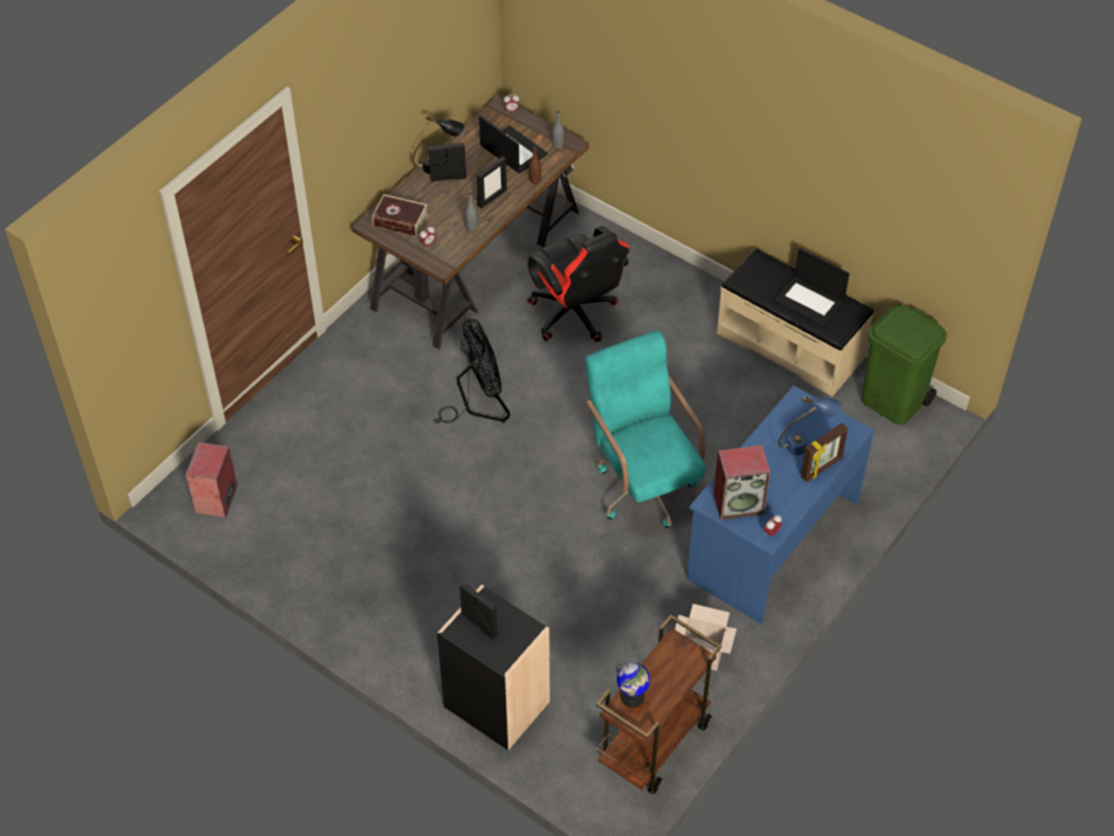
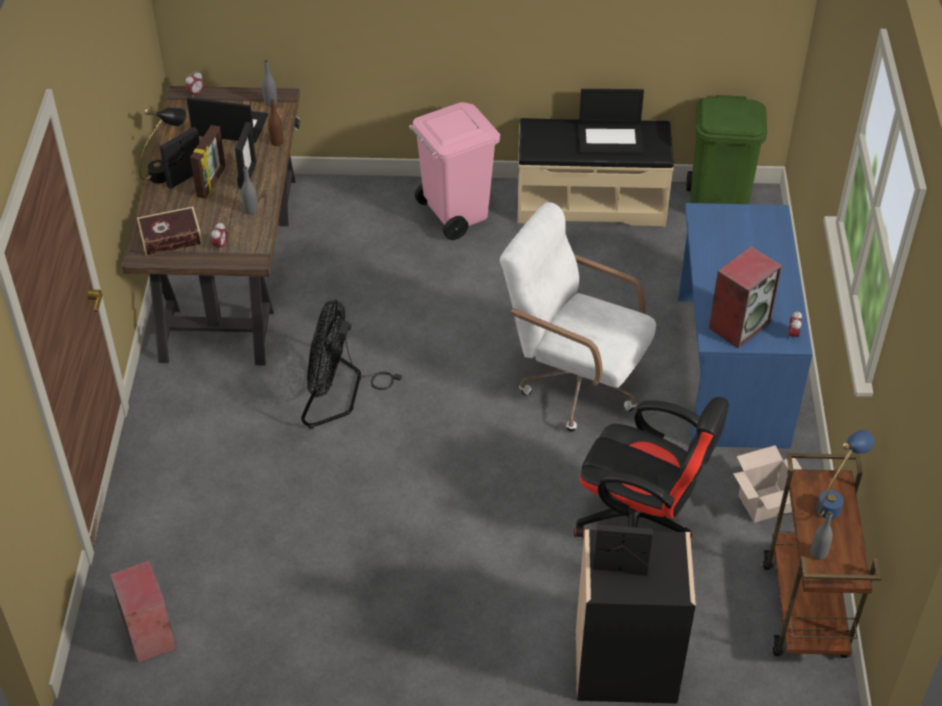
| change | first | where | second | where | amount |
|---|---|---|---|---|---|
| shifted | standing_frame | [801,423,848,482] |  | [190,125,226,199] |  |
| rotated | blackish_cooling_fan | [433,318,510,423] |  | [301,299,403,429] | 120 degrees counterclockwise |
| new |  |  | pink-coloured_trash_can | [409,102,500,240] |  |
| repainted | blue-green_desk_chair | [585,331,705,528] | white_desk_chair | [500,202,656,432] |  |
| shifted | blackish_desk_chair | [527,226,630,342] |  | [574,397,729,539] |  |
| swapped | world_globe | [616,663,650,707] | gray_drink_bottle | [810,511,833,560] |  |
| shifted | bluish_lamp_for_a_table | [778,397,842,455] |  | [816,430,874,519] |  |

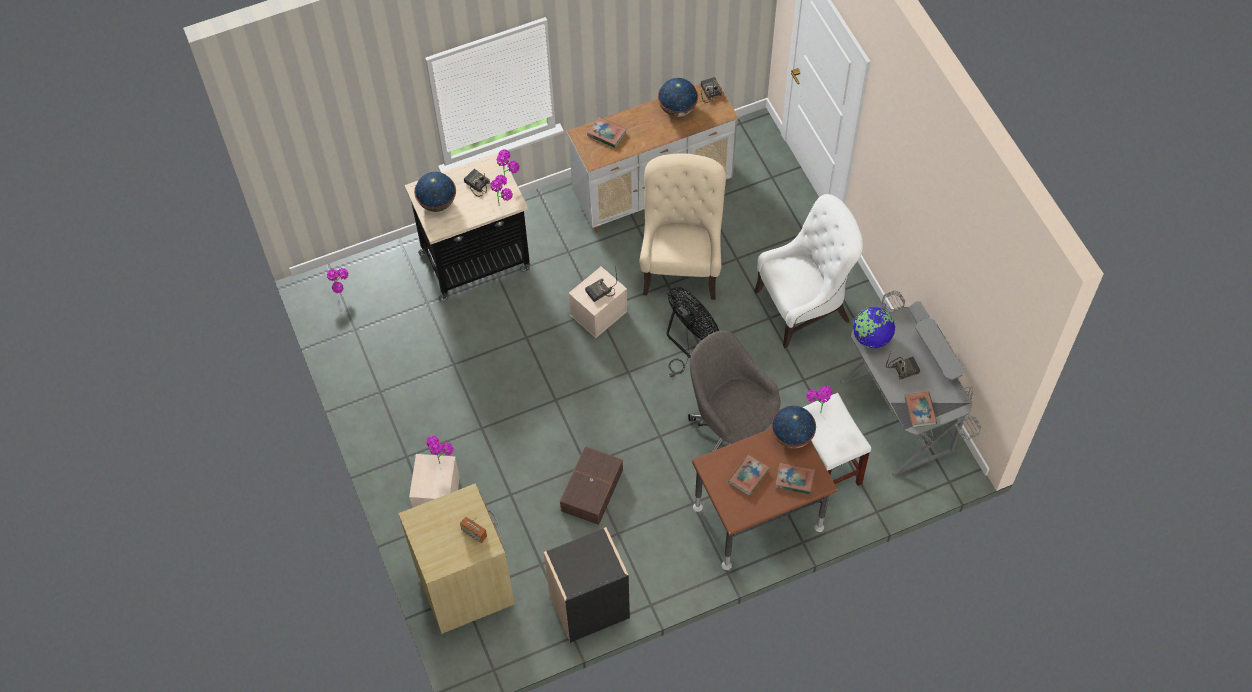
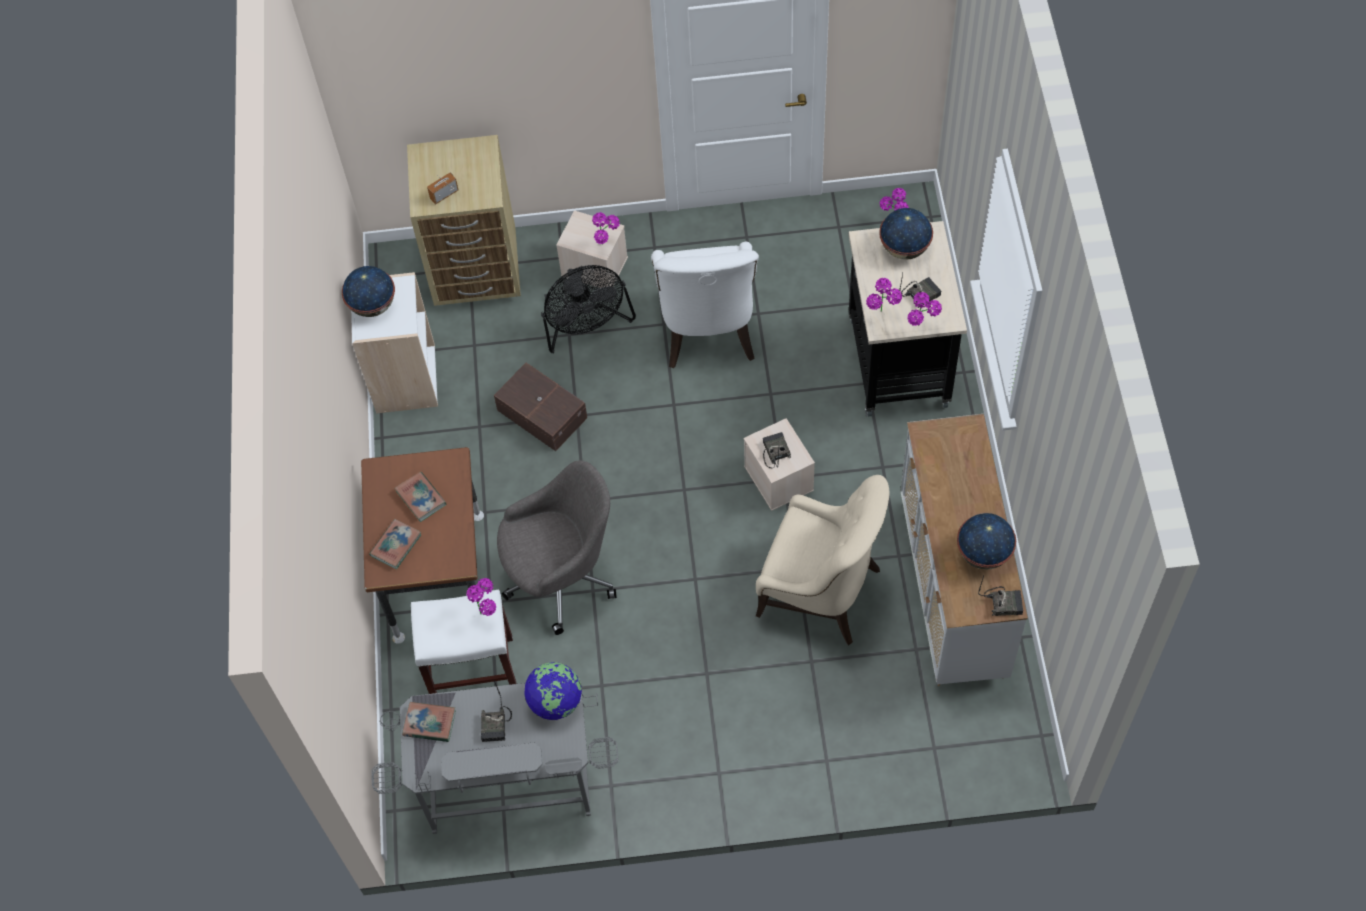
| change | first | where | second | where | amount |
|---|---|---|---|---|---|
| shifted | world_globe | [771,406,816,448] |  | [342,266,395,317] |  |
| repainted | blackish_shelving_unit | [544,527,630,643] | white_shelving_unit | [351,272,438,414] |  |
| shifted | blackish_cooling_fan | [666,287,719,377] |  | [541,265,636,353] |  |
| shifted | white_upright_chair | [754,194,863,349] |  | [651,242,759,368] |  |
| gone | volume | [587,117,626,148] |  |  |  |

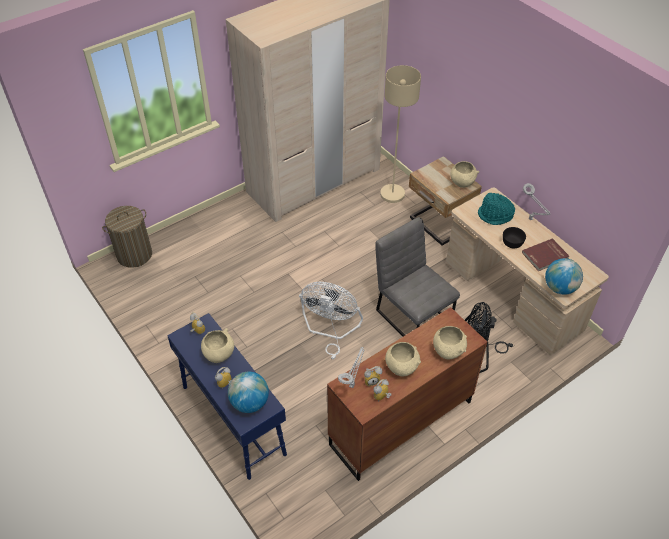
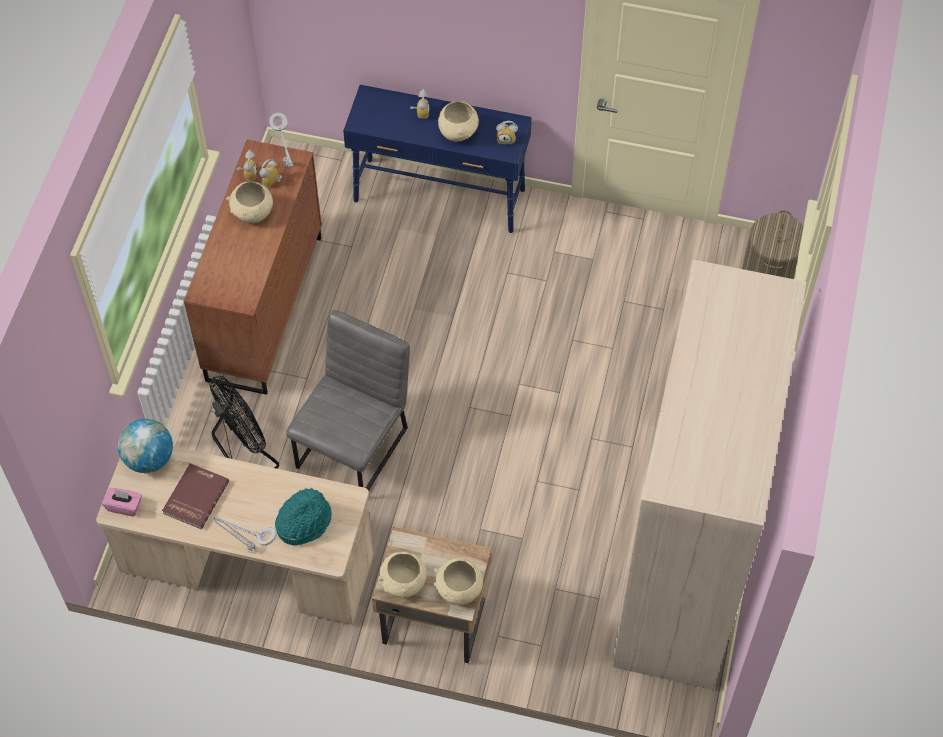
| change | first | where | second | where | amount |
|---|---|---|---|---|---|
| new |  |  | pink-coloured_box_of_tissues | [102,488,142,517] |  |
| rotated | gray_upright_chair | [375,217,460,336] |  | [286,310,410,491] | 75 degrees counterclockwise |
| shifted | sand-coloured_bowl | [433,326,467,359] |  | [434,558,483,605] |  |
| gone | world_globe | [228,372,269,413] |  |  |  |
| gone | white_cooling_fan | [299,282,363,359] |  |  |  |
| gone | sand-coloured_floor_lamp | [380,65,421,203] |  |  |  |
| gone | blackish_bowl | [503,227,526,248] |  |  |  |

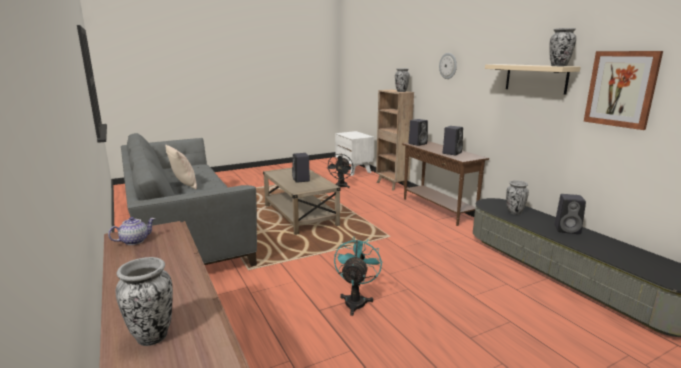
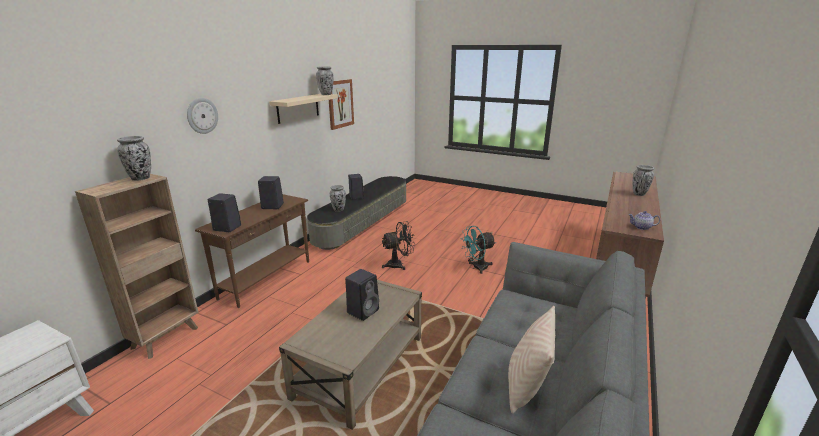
| change | first | where | second | where | amount |
|---|---|---|---|---|---|
| shifted | blackish_cooling_fan | [328,154,353,188] |  | [382,221,415,270] |  |

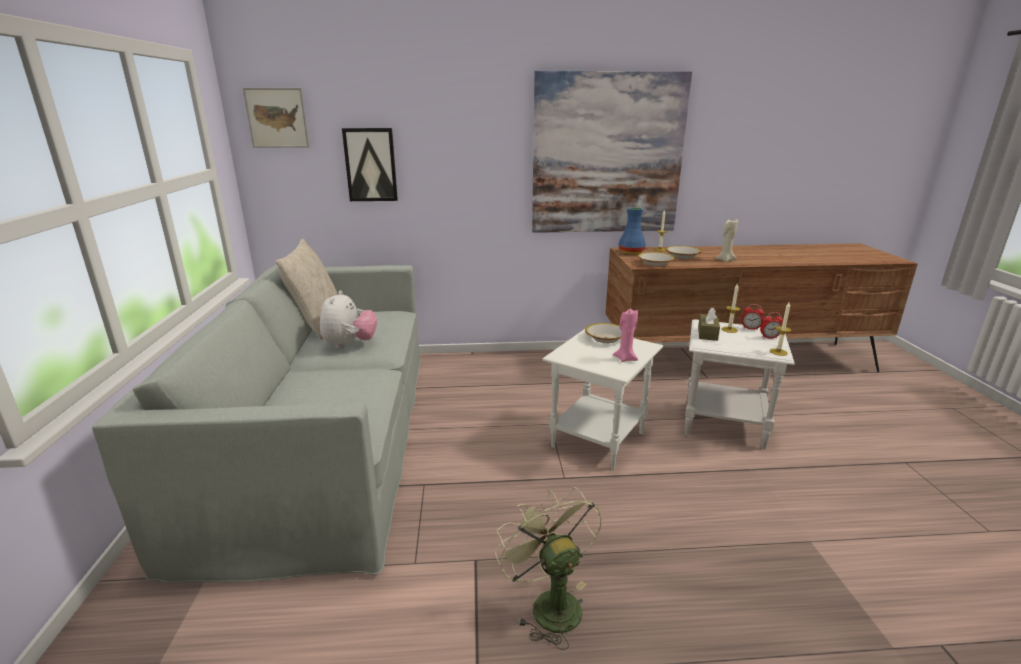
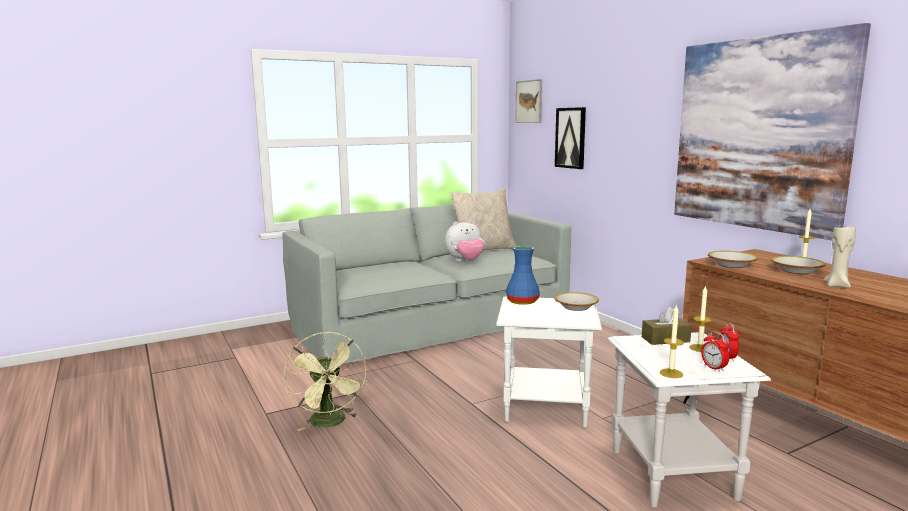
| change | first | where | second | where | amount |
|---|---|---|---|---|---|
| rotated | green_cooling_fan | [495,487,602,650] |  | [284,332,367,431] | 120 degrees clockwise |
| shifted | bluish_flower_vase | [618,207,646,254] |  | [506,246,540,305] |  |
| gone | pink-coloured_wax_light | [613,309,638,362] |  |  |  |

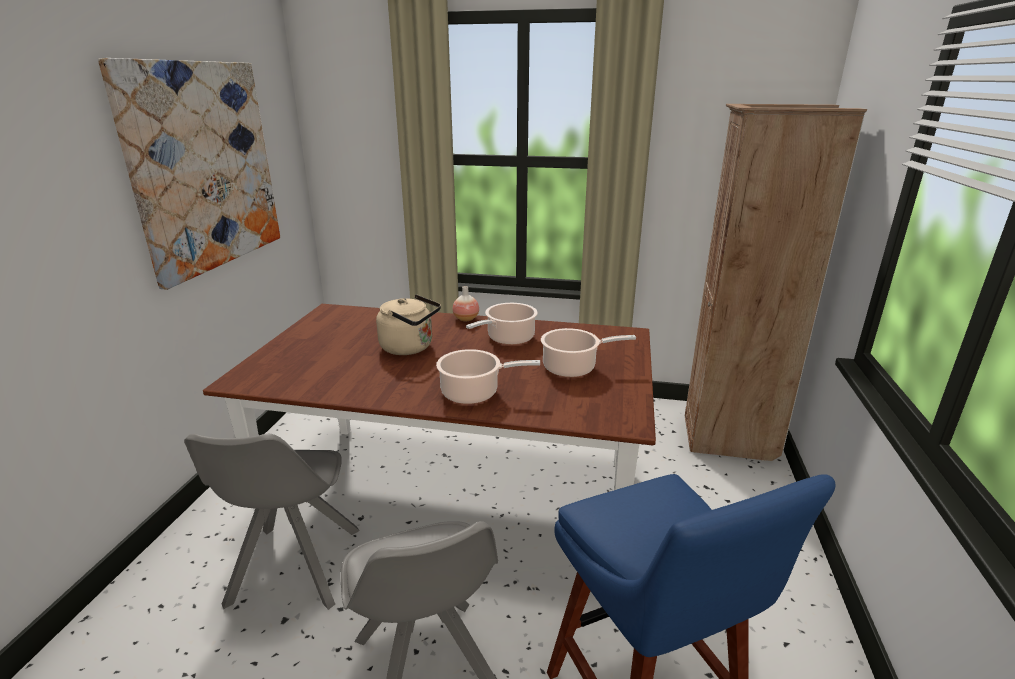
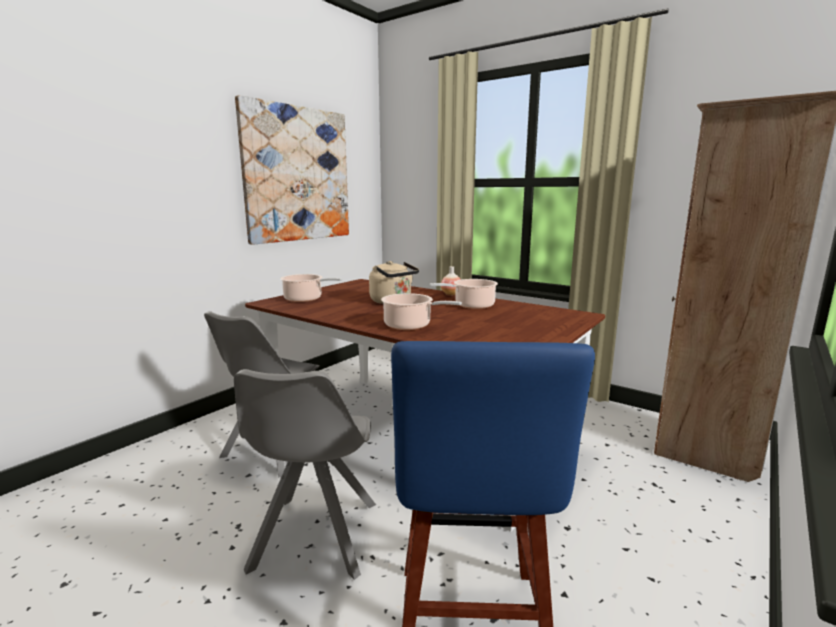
| change | first | where | second | where | amount |
|---|---|---|---|---|---|
| shifted | saucepot | [541,328,636,377] |  | [280,274,342,302] |  |

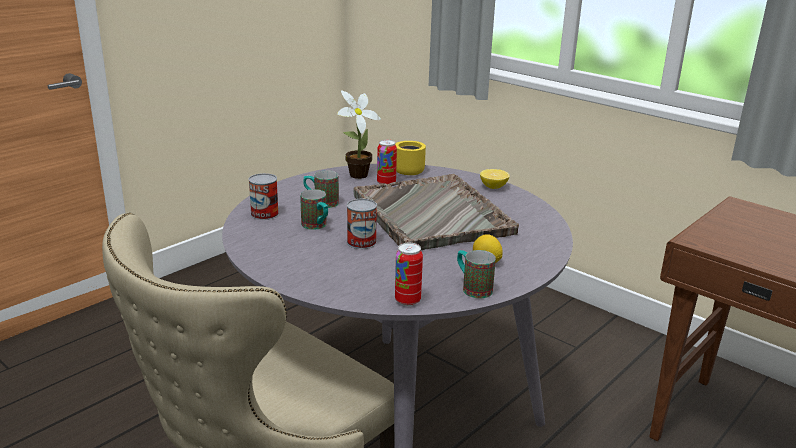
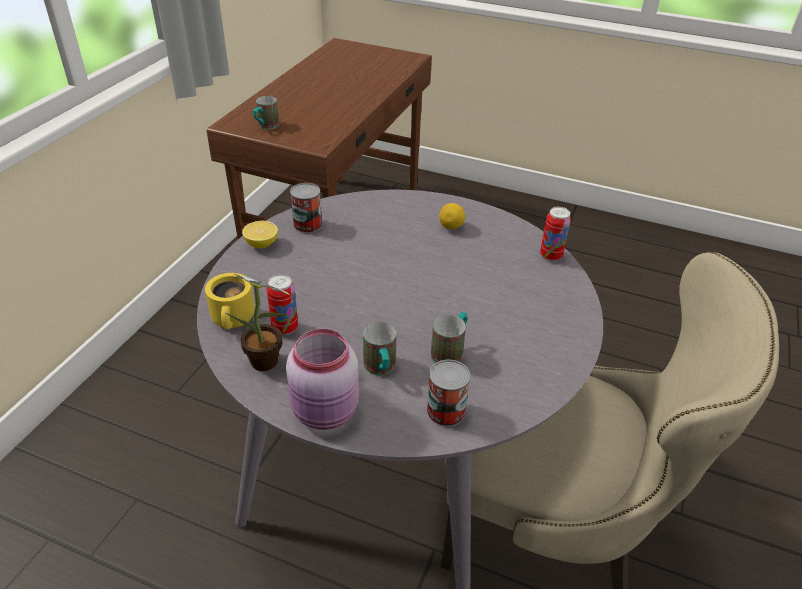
| change | first | where | second | where | amount |
|---|---|---|---|---|---|
| shifted | mug | [457,250,496,298] |  | [253,96,279,129] |  |
| new |  |  | pink-coloured_jar | [286,329,359,430] |  |
| shifted | sealed_can | [347,199,377,249] |  | [290,183,322,233] |  |
| gone | gray_serving_tray | [353,174,519,250] |  |  |  |

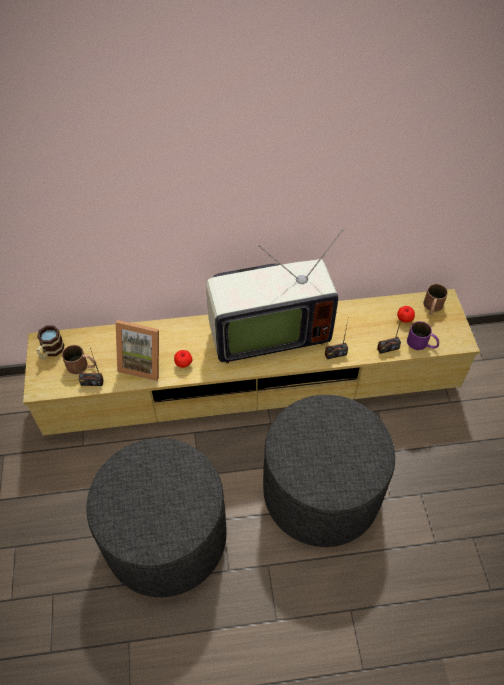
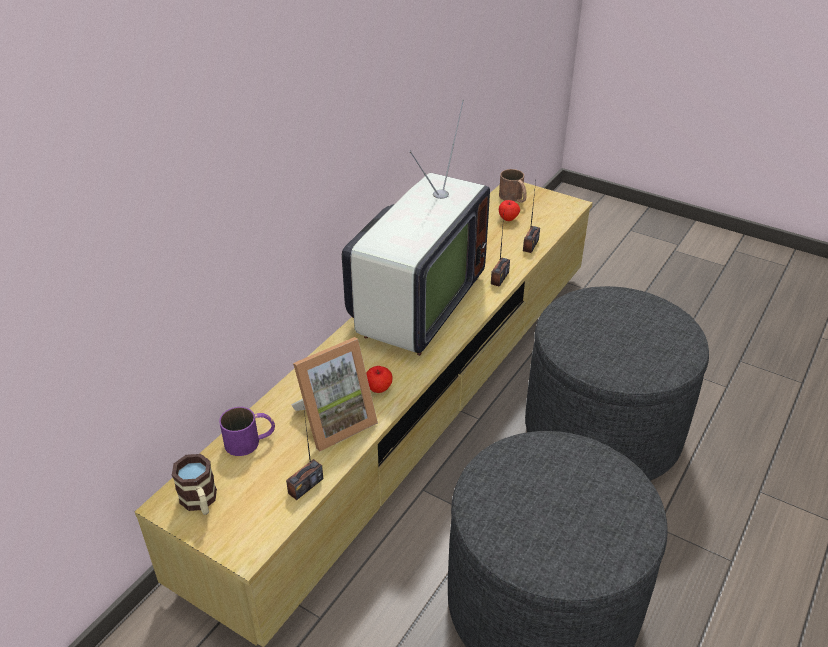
| change | first | where | second | where | amount |
|---|---|---|---|---|---|
| shifted | purple_mug | [407,321,439,350] |  | [219,407,275,456] |  |
| gone | brown_mug | [62,345,96,374] |  |  |  |

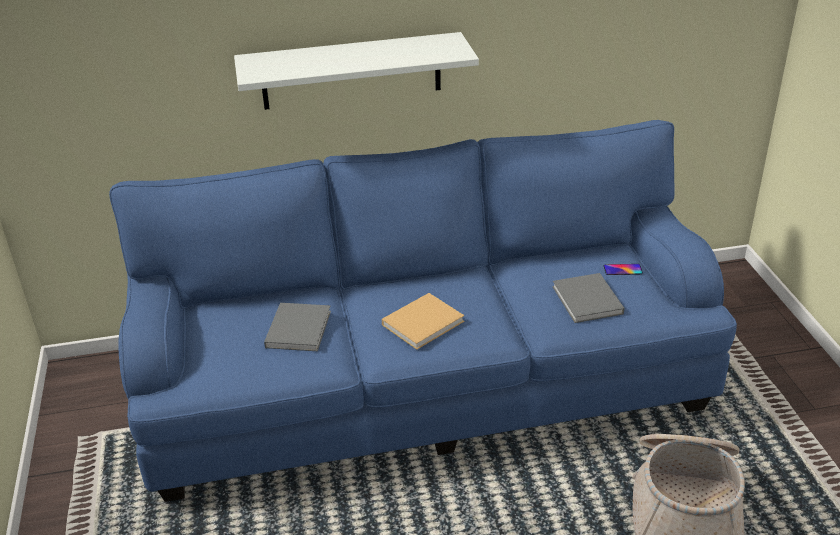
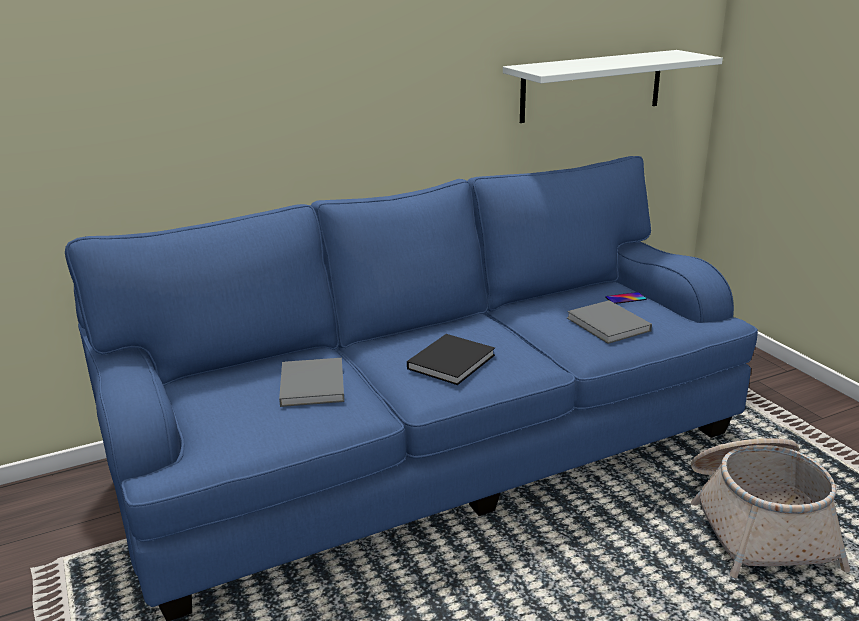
| change | first | where | second | where | amount |
|---|---|---|---|---|---|
| repainted | sand-coloured_volume | [382,293,464,350] | blackish_volume | [407,334,495,385] |  |
| shifted | white_wall_shelf | [234,32,479,110] |  | [503,50,723,123] |  |

